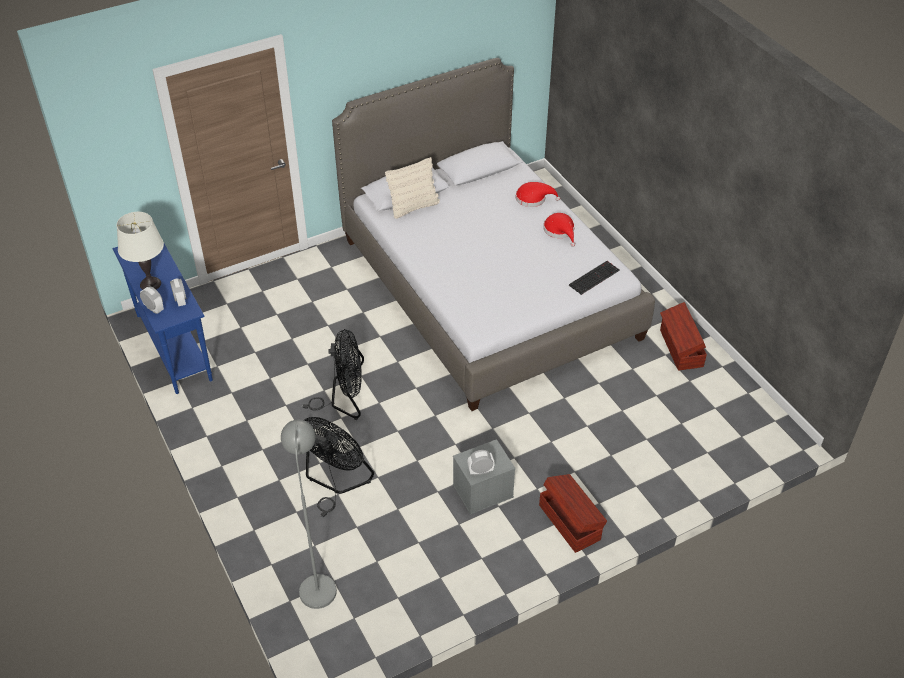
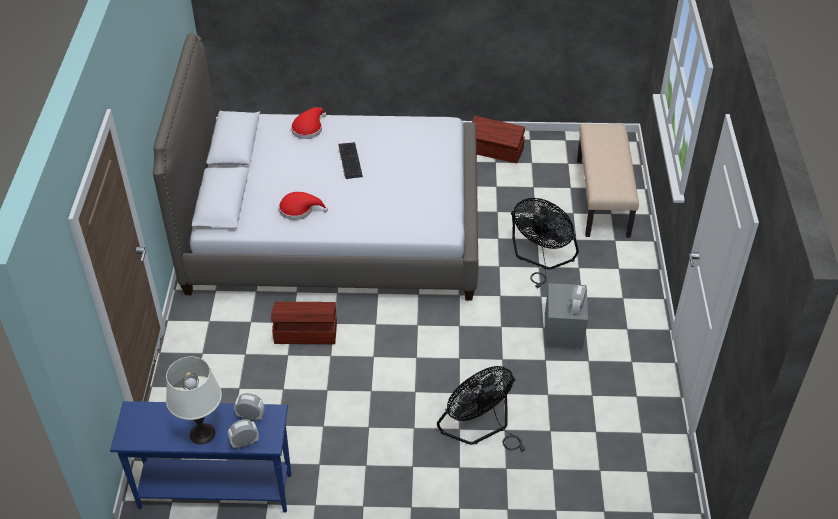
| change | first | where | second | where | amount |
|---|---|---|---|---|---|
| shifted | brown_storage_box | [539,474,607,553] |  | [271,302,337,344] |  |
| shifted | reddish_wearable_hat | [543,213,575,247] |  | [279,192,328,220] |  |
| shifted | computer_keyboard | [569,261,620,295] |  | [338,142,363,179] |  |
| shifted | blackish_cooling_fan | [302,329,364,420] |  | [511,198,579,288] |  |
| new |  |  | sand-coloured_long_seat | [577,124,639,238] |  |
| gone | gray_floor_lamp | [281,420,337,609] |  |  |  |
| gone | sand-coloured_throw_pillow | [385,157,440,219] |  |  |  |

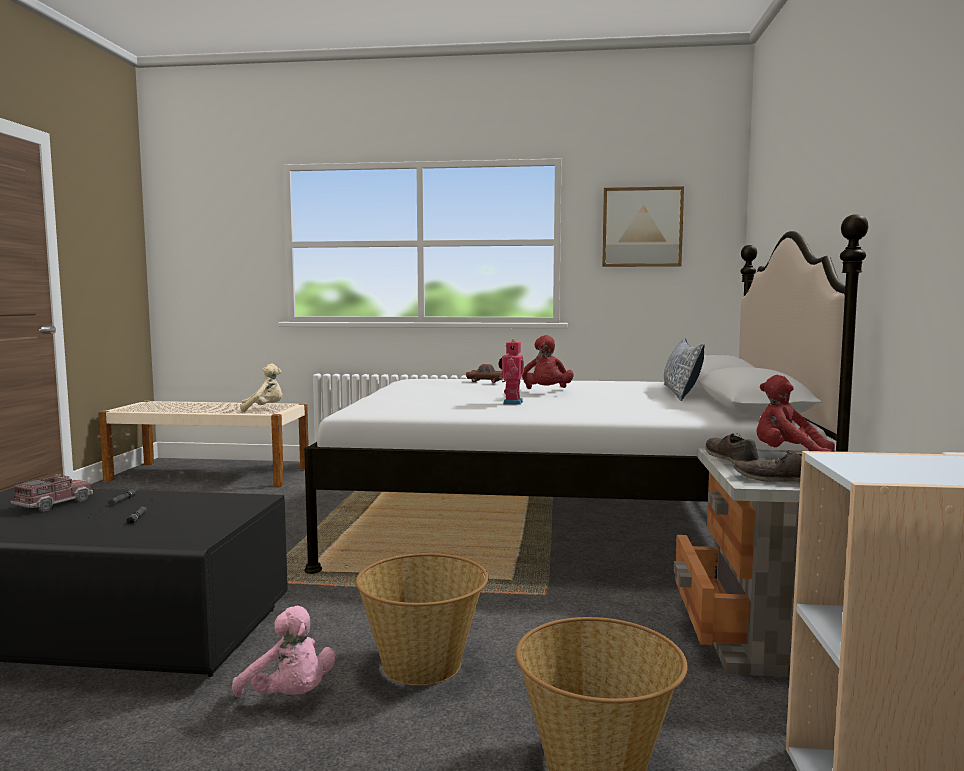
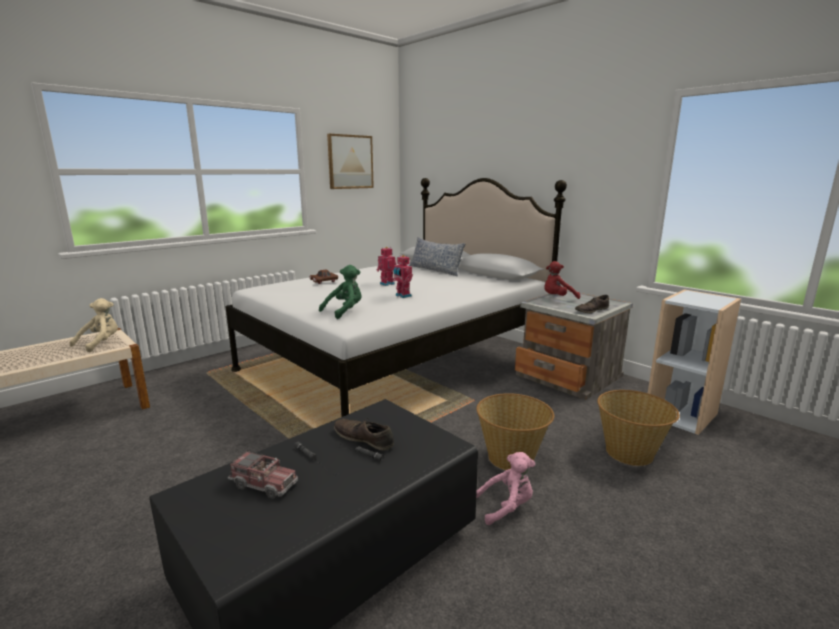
| change | first | where | second | where | amount |
|---|---|---|---|---|---|
| rotated | model_truck | [11,474,93,512] |  | [228,450,298,499] | 135 degrees clockwise |
| new |  |  | green_soft_toy | [319,265,362,319] |  |
| shifted | brown_shoe | [705,433,758,464] |  | [334,419,394,450] |  |
| swapped | reddish_soft_toy | [522,335,574,389] | model_robot | [377,247,396,286] |  |

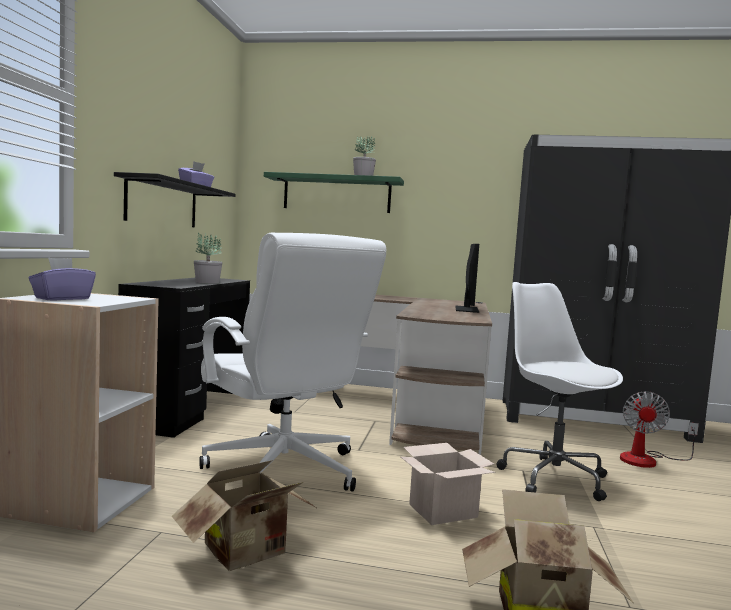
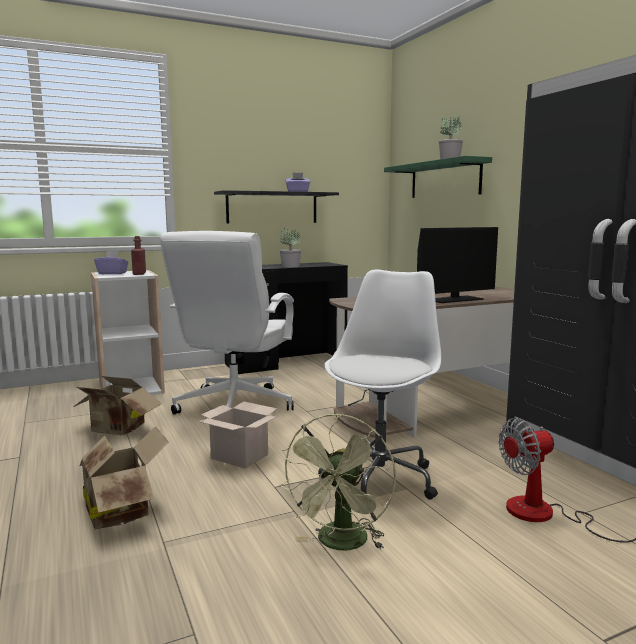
| change | first | where | second | where | amount |
|---|---|---|---|---|---|
| new |  |  | reddish_drink_bottle | [131,236,146,275] |  |
| new |  |  | green_cooling_fan | [280,414,396,551] |  |

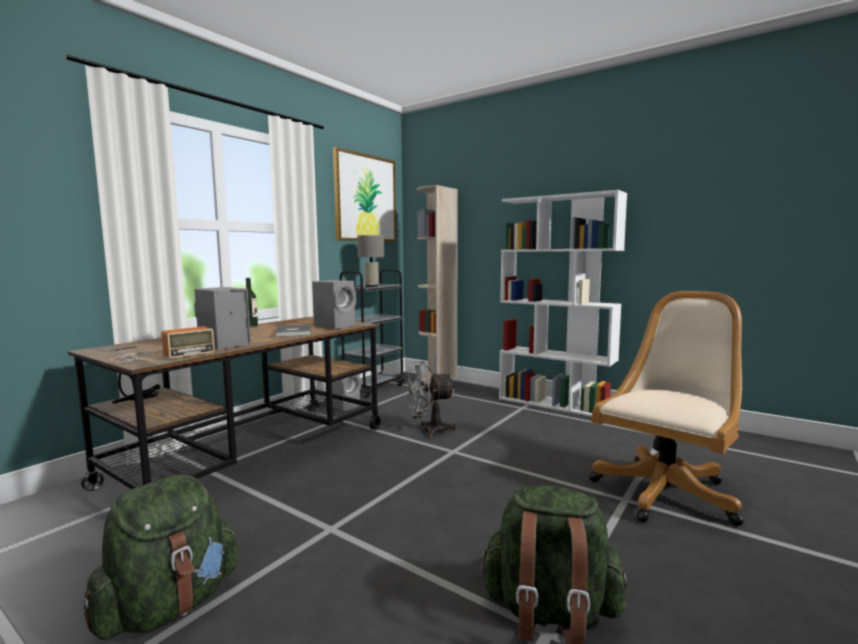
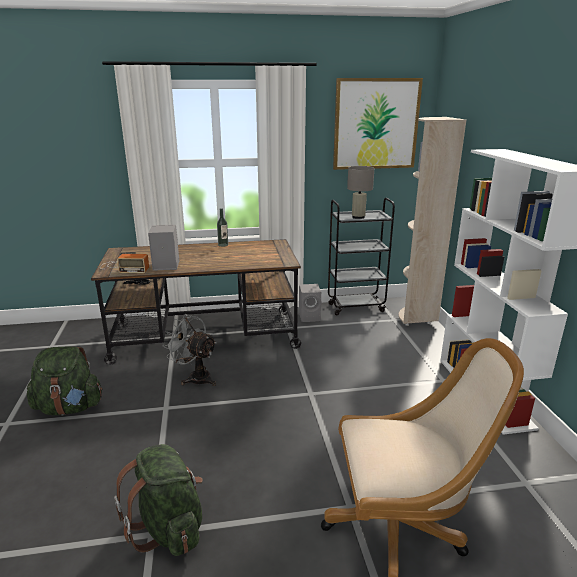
| change | first | where | second | where | amount |
|---|---|---|---|---|---|
| shifted | gray_cooling_fan | [406,361,456,438] |  | [163,314,217,386] |  |
| gone | gray_volume | [275,324,311,337] |  |  |  |
| gone | gray_speaker | [312,280,356,329] |  |  |  |

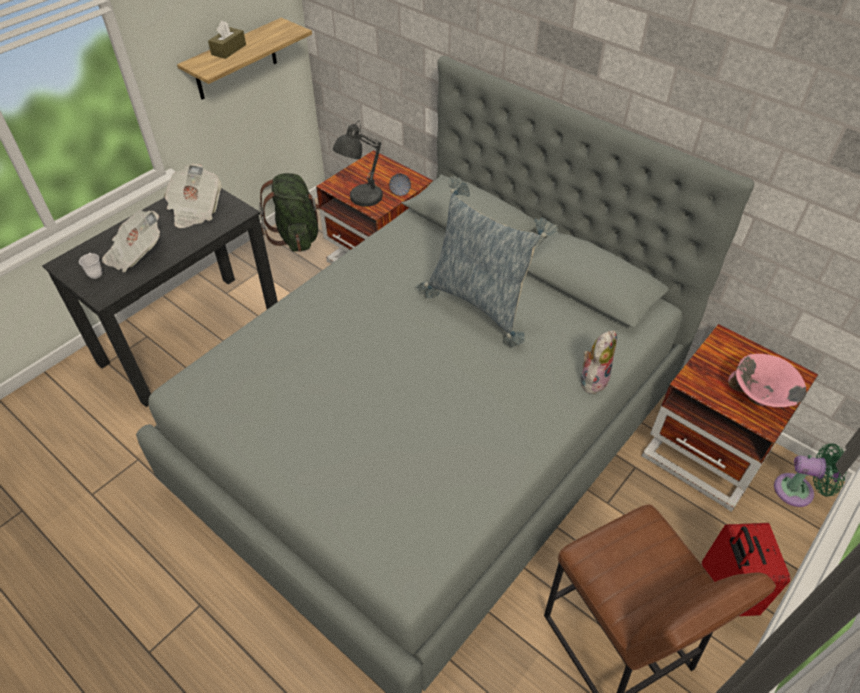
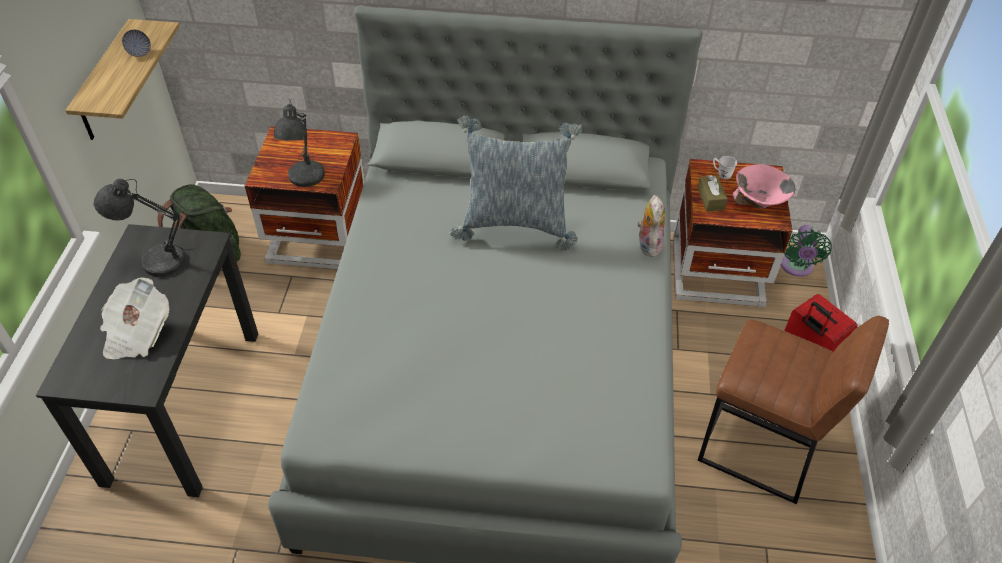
| change | first | where | second | where | amount |
|---|---|---|---|---|---|
| swapped | printed_paper | [164,164,222,228] | gray_lamp_for_a_table | [93,179,195,277] |  |
| shifted | bowl | [389,174,411,196] |  | [122,30,151,57] |  |
| shifted | brown_box_of_tissues | [208,21,246,59] |  | [697,175,728,212] |  |
| shifted | white_mug | [79,252,103,279] |  | [713,156,737,179] |  |
| rotated | green_cooling_fan | [774,443,847,507] |  | [781,225,832,277] | 120 degrees clockwise |

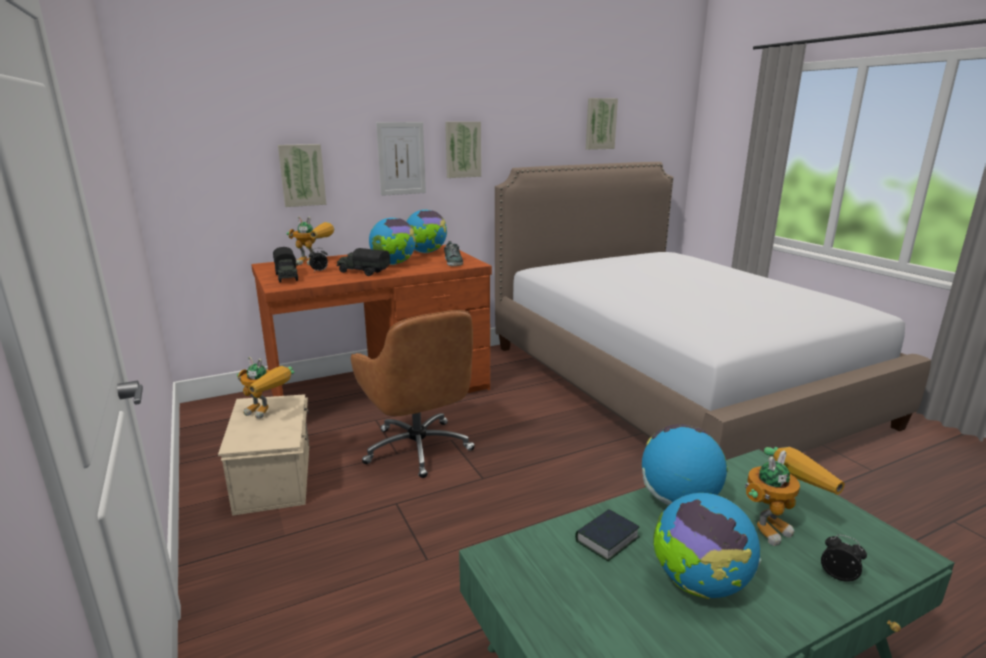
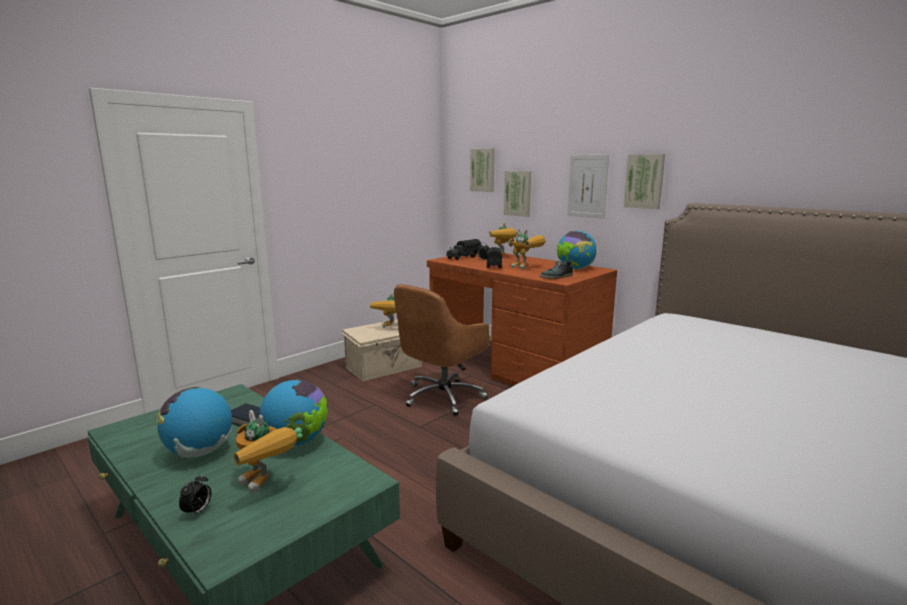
| change | first | where | second | where | amount |
|---|---|---|---|---|---|
| shifted | wall_picture | [586,98,618,150] |  | [470,148,495,192] |  |
| swapped | world_globe | [369,218,416,265] | model_robot | [508,229,546,269] |  |

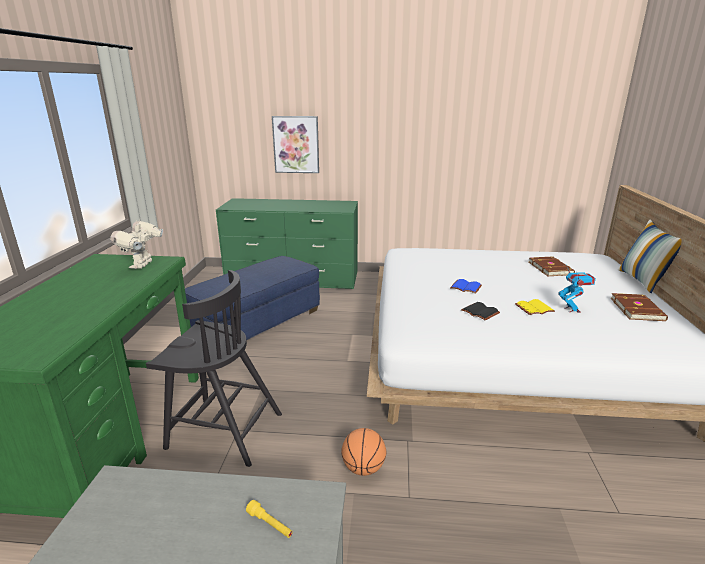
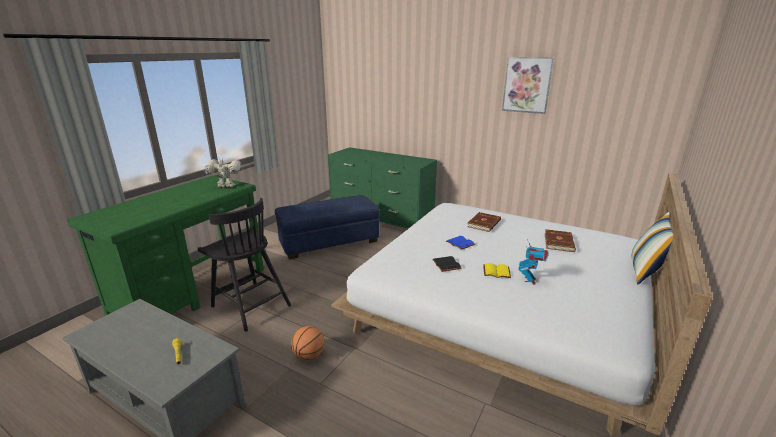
| change | first | where | second | where | amount |
|---|---|---|---|---|---|
| rotated | model_robot | [110,219,163,269] |  | [203,159,241,188] | 60 degrees clockwise |
| shifted | brown_volume | [610,293,668,321] |  | [467,212,501,232] |  |
| shifted | wall_picture | [272,116,319,173] |  | [502,57,554,114] |  |

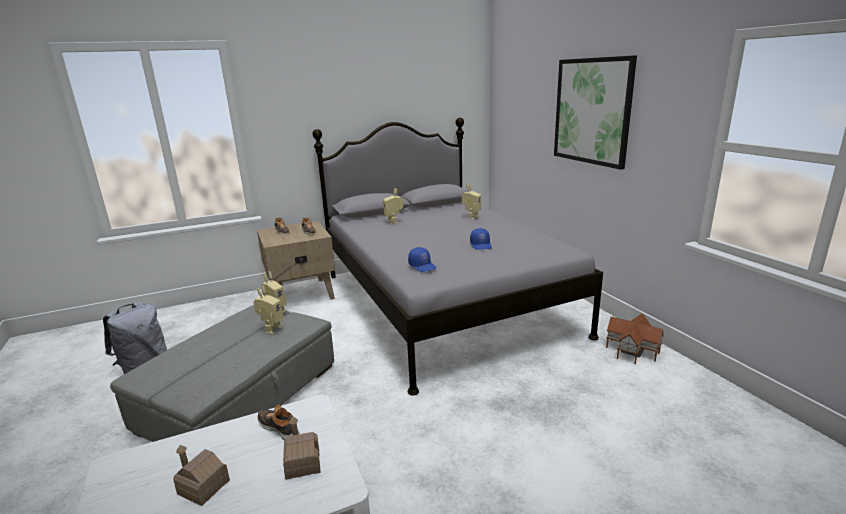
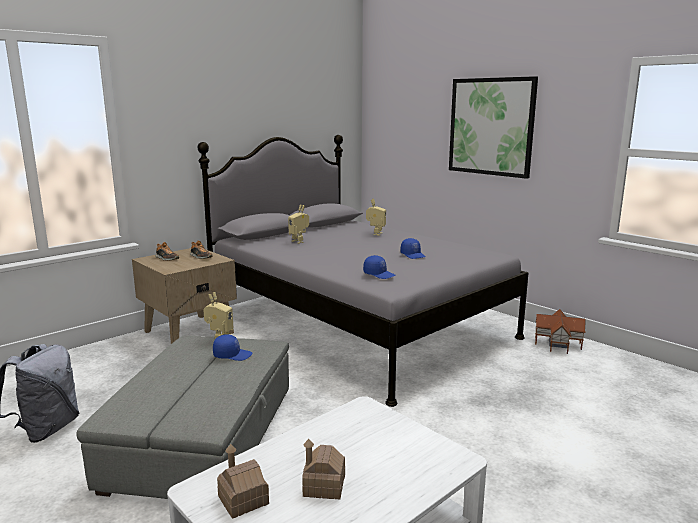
| change | first | where | second | where | amount |
|---|---|---|---|---|---|
| swapped | model_robot | [253,285,283,335] | bluish_cap | [213,334,252,361] |  |
| shifted | miniature_house | [283,416,320,480] |  | [217,444,269,519] |  |
| gone | shoe | [258,404,300,440] |  |  |  |

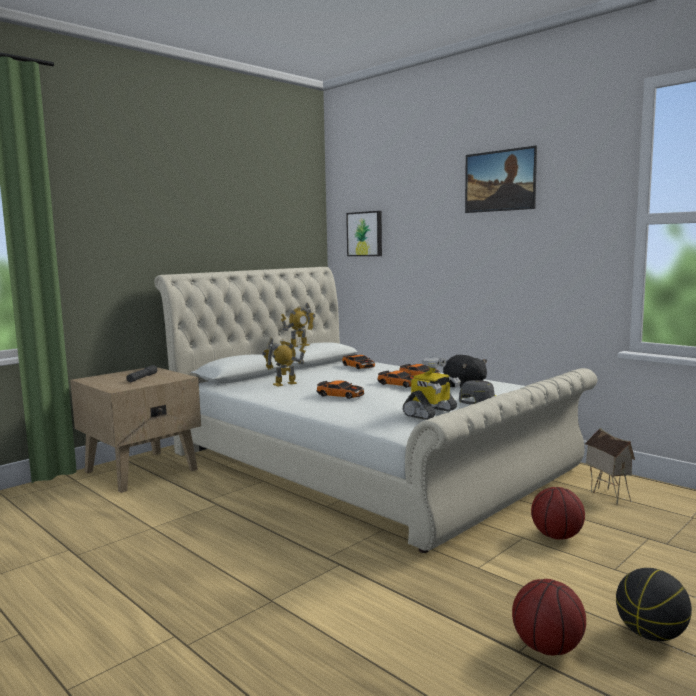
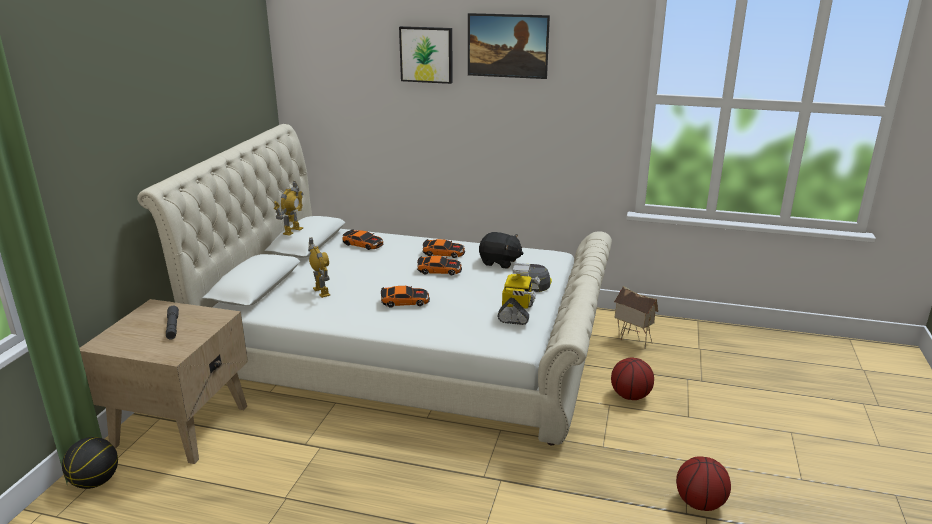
| change | first | where | second | where | amount |
|---|---|---|---|---|---|
| shifted | basketball | [616,568,692,641] |  | [62,437,118,489] |  |
| rotated | model_robot | [262,337,306,387] |  | [308,237,330,298] | 120 degrees clockwise |
| shifted | wall_picture | [346,211,382,256] |  | [399,26,453,84] |  |

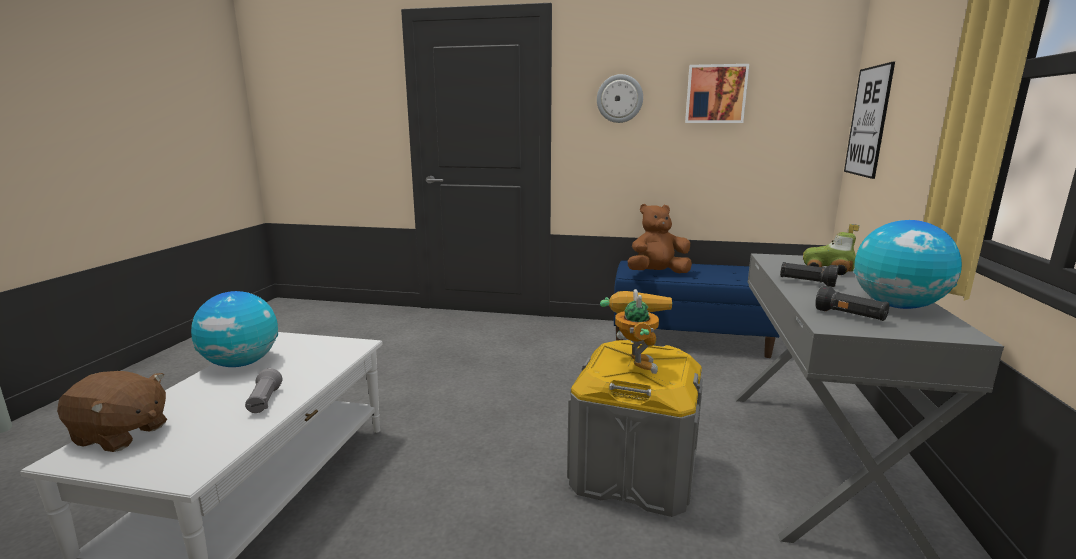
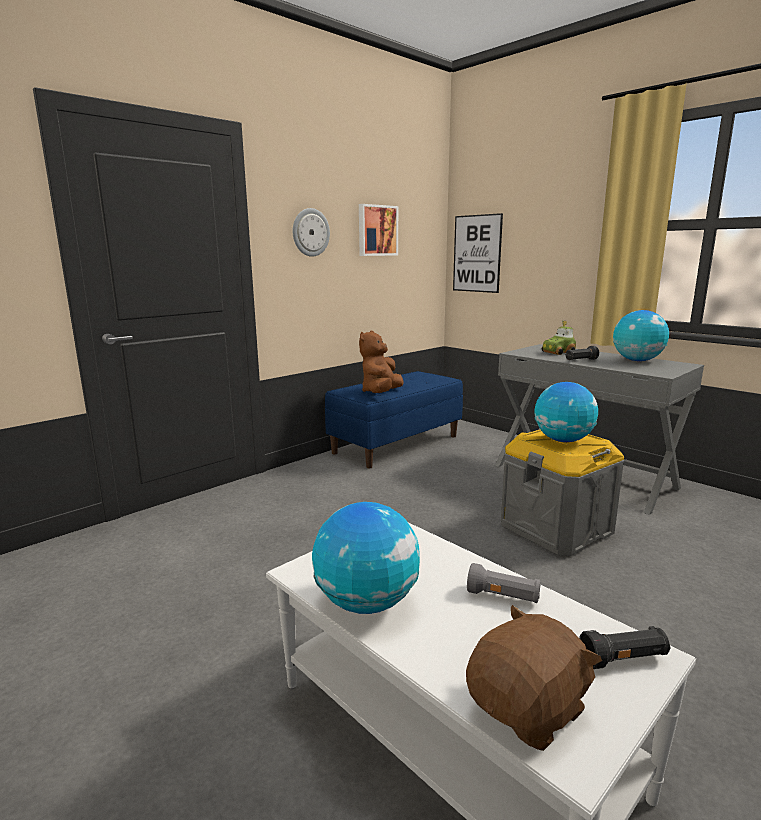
| change | first | where | second | where | amount |
|---|---|---|---|---|---|
| swapped | model_robot | [600,289,672,374] | world_globe | [535,382,598,442] |  |
| shifted | blackish_hand_torch | [815,286,889,321] |  | [579,626,671,669] |  |

